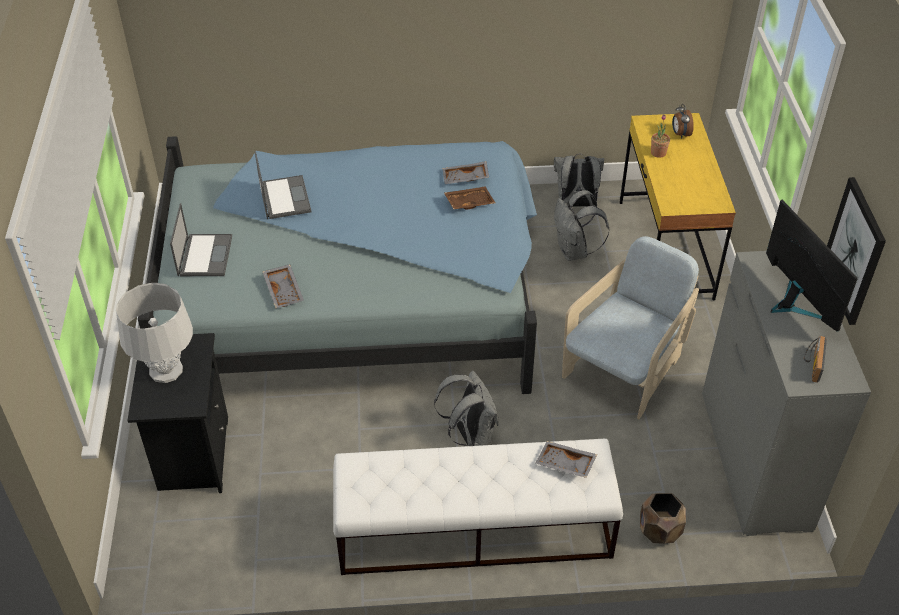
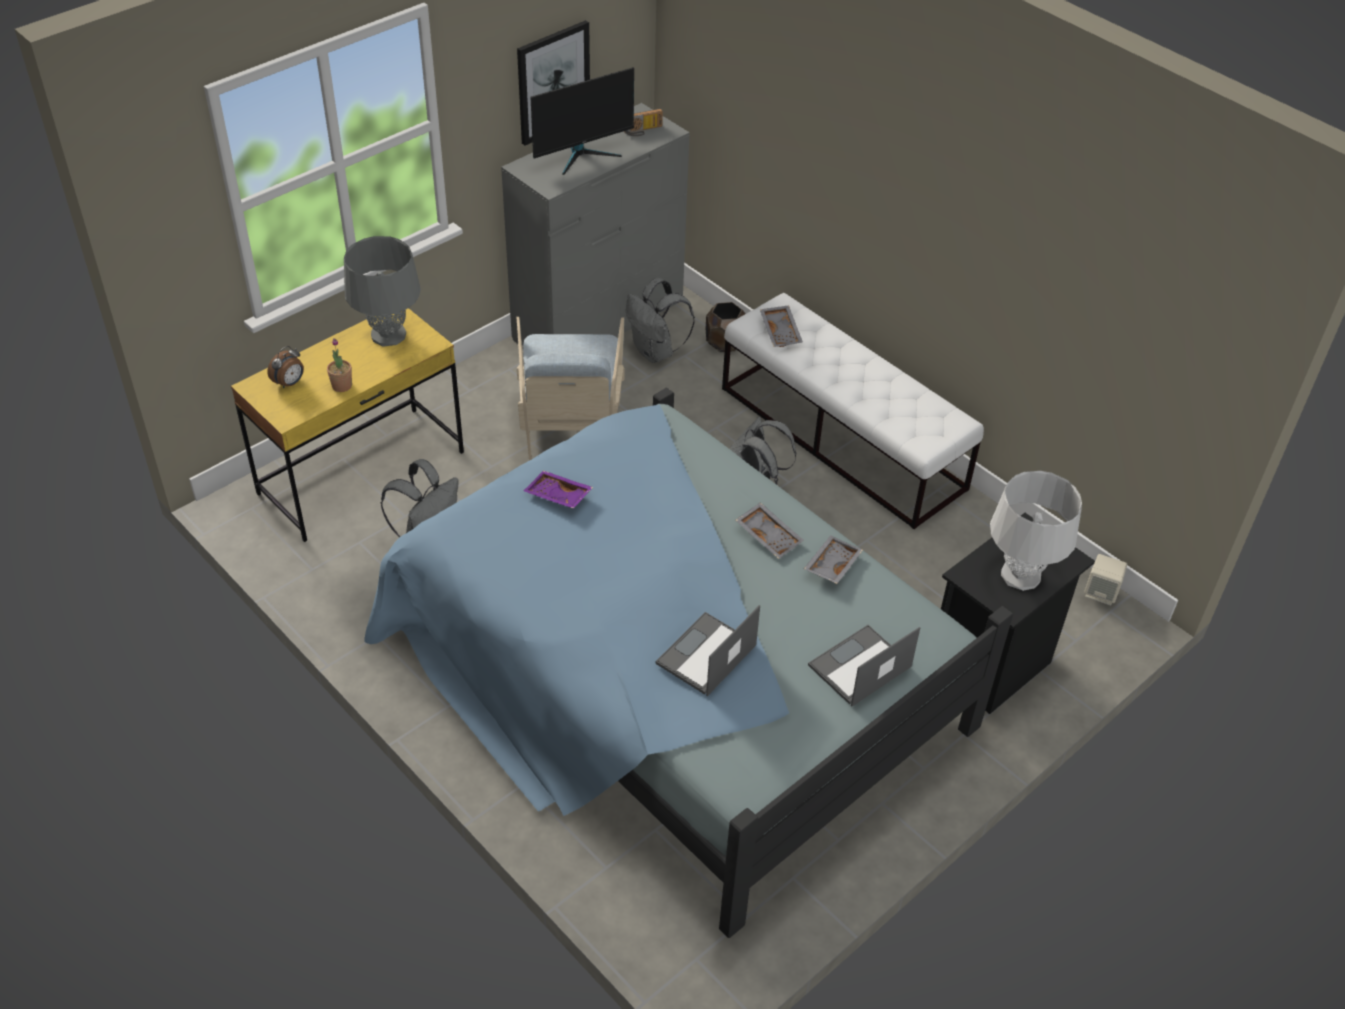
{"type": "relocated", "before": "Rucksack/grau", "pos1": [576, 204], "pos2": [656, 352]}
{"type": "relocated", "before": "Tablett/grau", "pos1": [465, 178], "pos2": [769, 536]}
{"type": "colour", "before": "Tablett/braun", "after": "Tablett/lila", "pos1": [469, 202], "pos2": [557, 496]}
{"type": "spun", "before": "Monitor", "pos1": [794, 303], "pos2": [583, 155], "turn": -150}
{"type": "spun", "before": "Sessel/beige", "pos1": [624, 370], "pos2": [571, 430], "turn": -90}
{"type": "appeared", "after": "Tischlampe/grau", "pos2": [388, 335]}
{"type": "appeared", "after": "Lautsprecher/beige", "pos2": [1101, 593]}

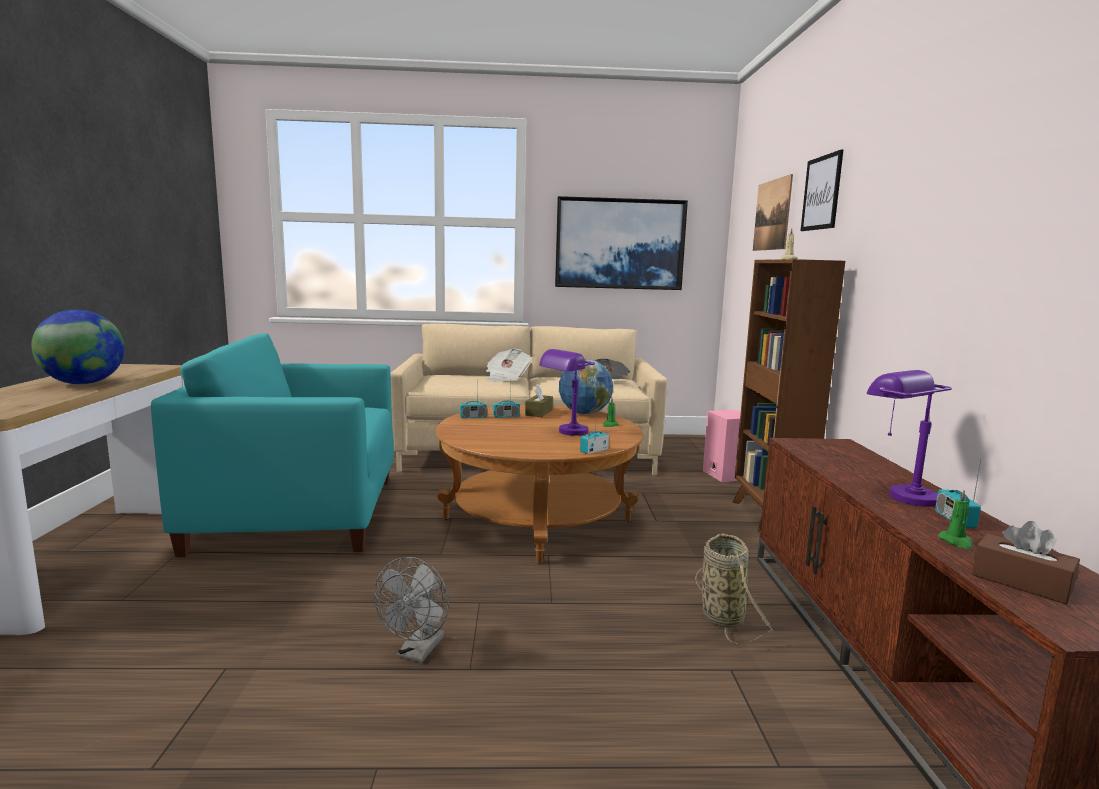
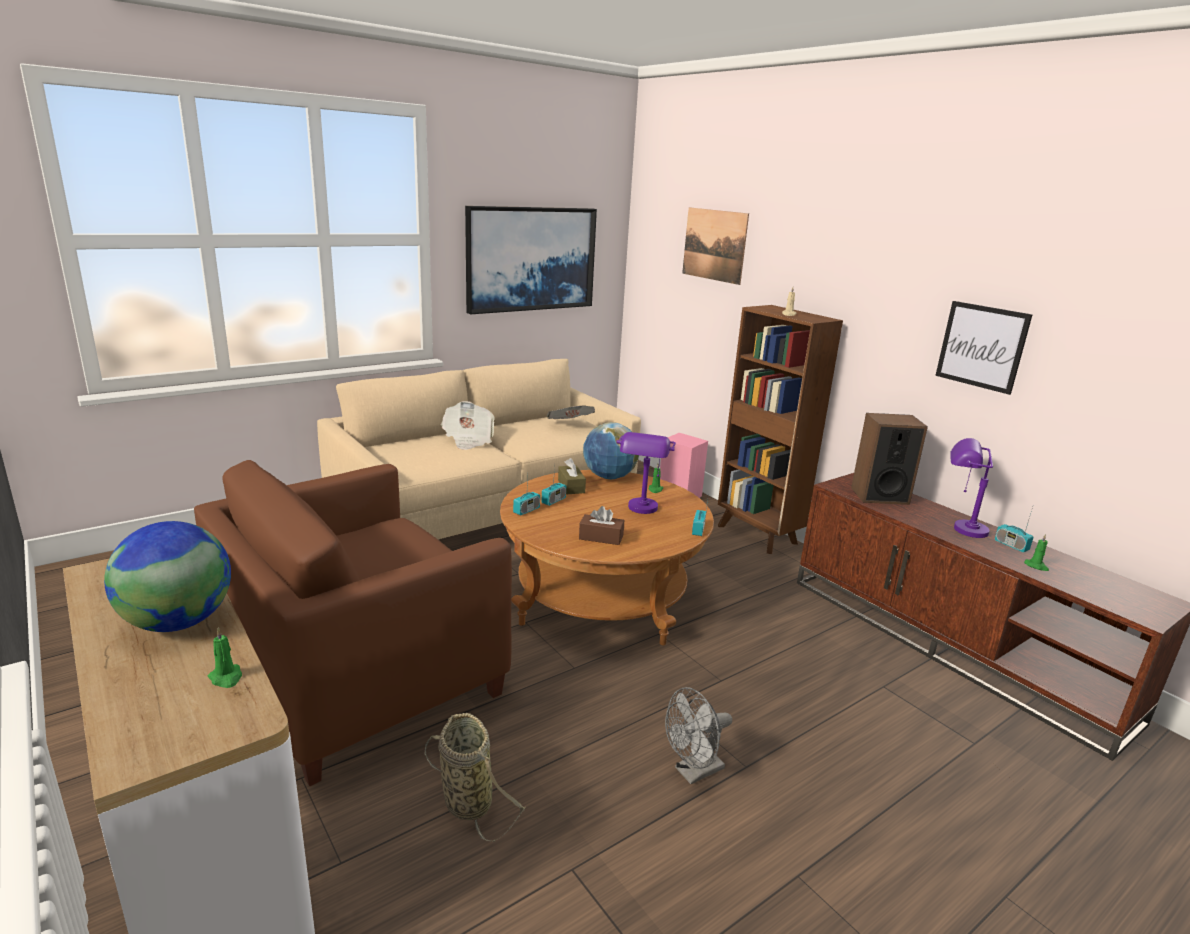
{"type": "relocated", "before": "Bild", "pos1": [821, 193], "pos2": [981, 346]}
{"type": "colour", "before": "Sessel/türkis", "after": "Sessel/braun", "pos1": [298, 514], "pos2": [361, 674]}
{"type": "relocated", "before": "Taschentuchbox/braun", "pos1": [1021, 582], "pos2": [601, 537]}
{"type": "relocated", "before": "Korb", "pos1": [721, 615], "pos2": [465, 799]}
{"type": "spun", "before": "Ventilator/grau", "pos1": [417, 652], "pos2": [693, 772], "turn": 75}
{"type": "appeared", "after": "Lautsprecher", "pos2": [879, 496]}
{"type": "appeared", "after": "Kerze/grün", "pos2": [226, 678]}

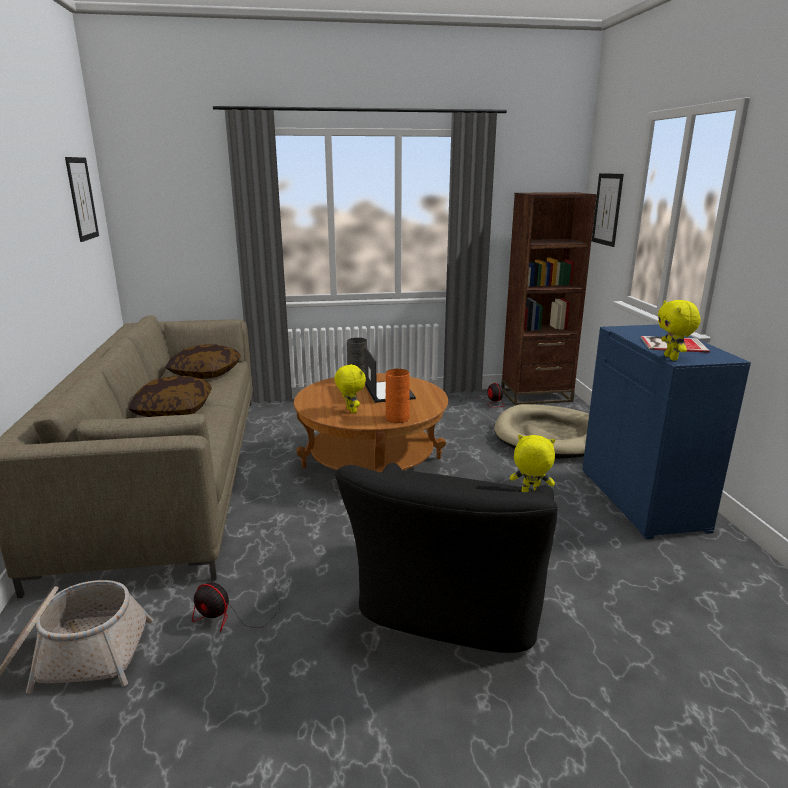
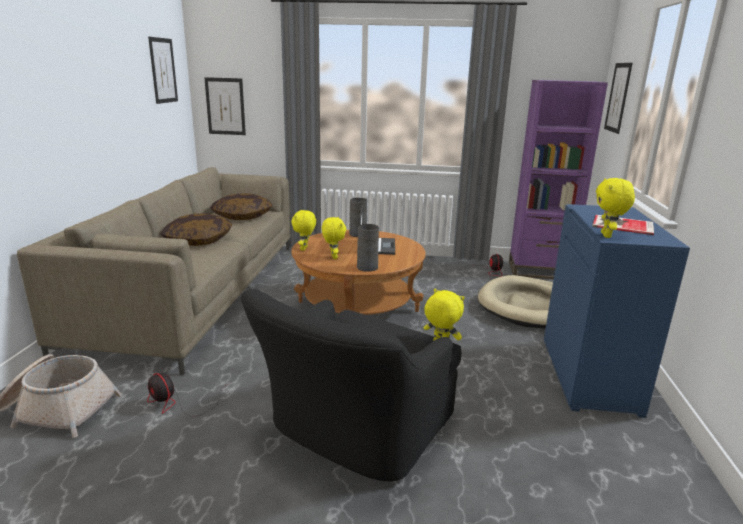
{"type": "colour", "before": "Bücherregal/braun", "after": "Bücherregal/lila", "pos1": [536, 396], "pos2": [539, 271]}
{"type": "colour", "before": "Vase/orange", "after": "Vase/grau", "pos1": [396, 418], "pos2": [367, 267]}
{"type": "appeared", "after": "Bild", "pos2": [225, 106]}
{"type": "appeared", "after": "Plüschtier/gelb", "pos2": [304, 248]}

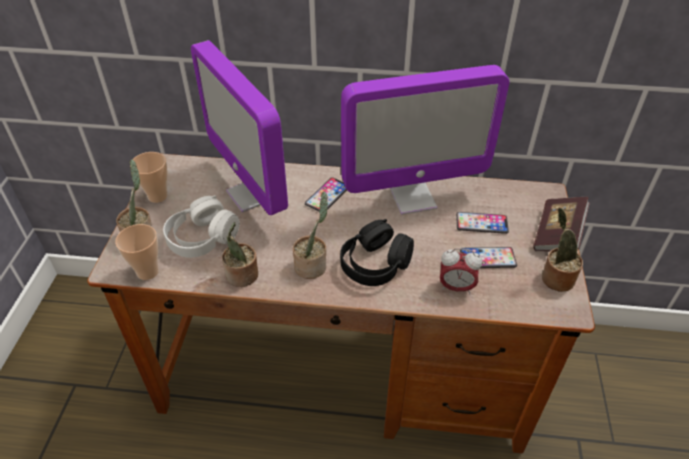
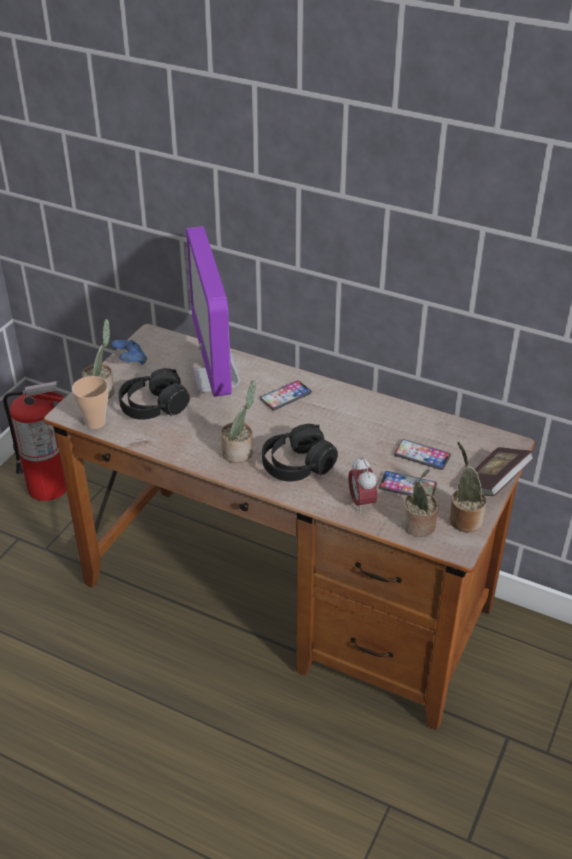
{"type": "missing", "before": "Monitor", "pos1": [412, 198]}
{"type": "exchanged", "before": "Tasse", "after": "Gamepad/blau", "pos1": [157, 196], "pos2": [130, 361]}
{"type": "colour", "before": "Kopfhörer/weiß", "after": "Kopfhörer/schwarz", "pos1": [202, 238], "pos2": [153, 406]}
{"type": "relocated", "before": "Topfpflanze", "pos1": [242, 276], "pos2": [418, 526]}
{"type": "spun", "before": "Wecker", "pos1": [456, 287], "pos2": [361, 502], "turn": 45}
{"type": "appeared", "after": "Feuerlöscher", "pos2": [49, 487]}

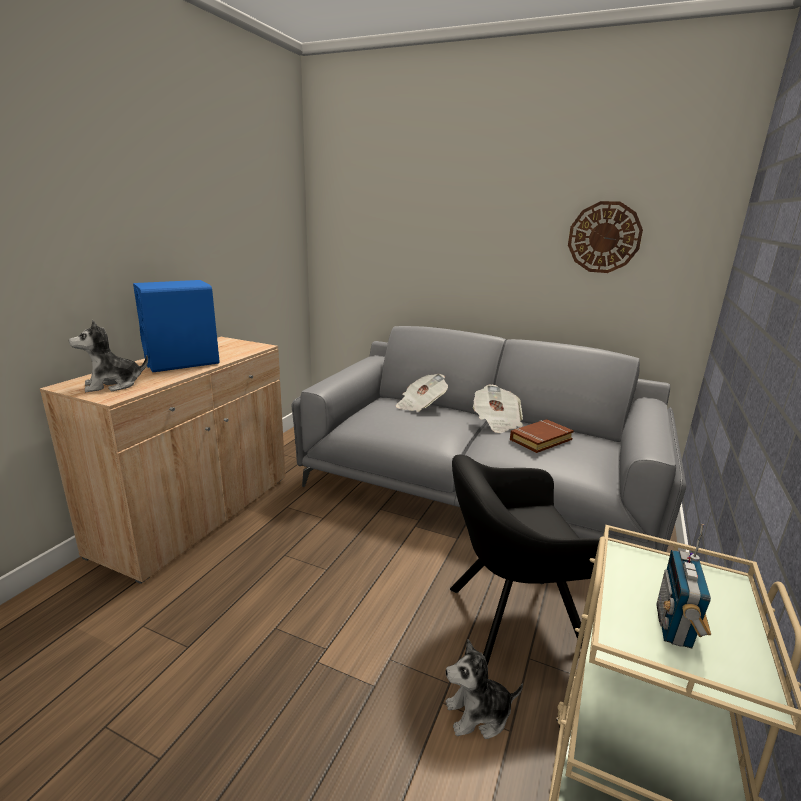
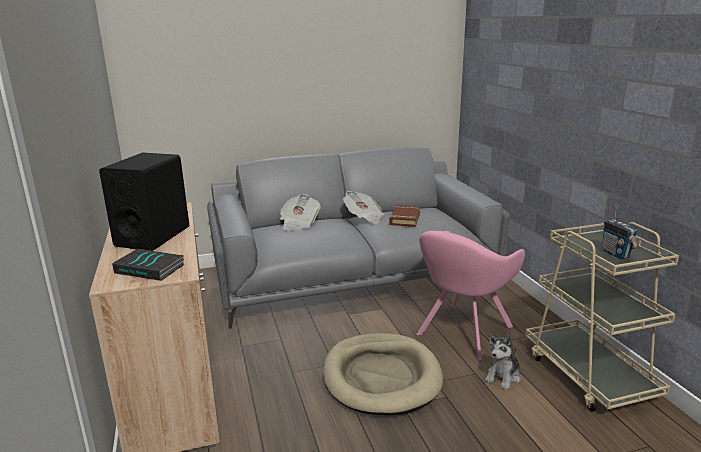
{"type": "missing", "before": "Wanduhr", "pos1": [604, 237]}
{"type": "colour", "before": "Lautsprecher/blau", "after": "Lautsprecher/schwarz", "pos1": [182, 362], "pos2": [153, 236]}
{"type": "exchanged", "before": "Plüschtier", "after": "Buch", "pos1": [113, 385], "pos2": [151, 268]}
{"type": "colour", "before": "Sessel/schwarz", "after": "Sessel/rosa", "pos1": [508, 620], "pos2": [462, 333]}
{"type": "appeared", "after": "Hundebett/beige", "pos2": [381, 377]}

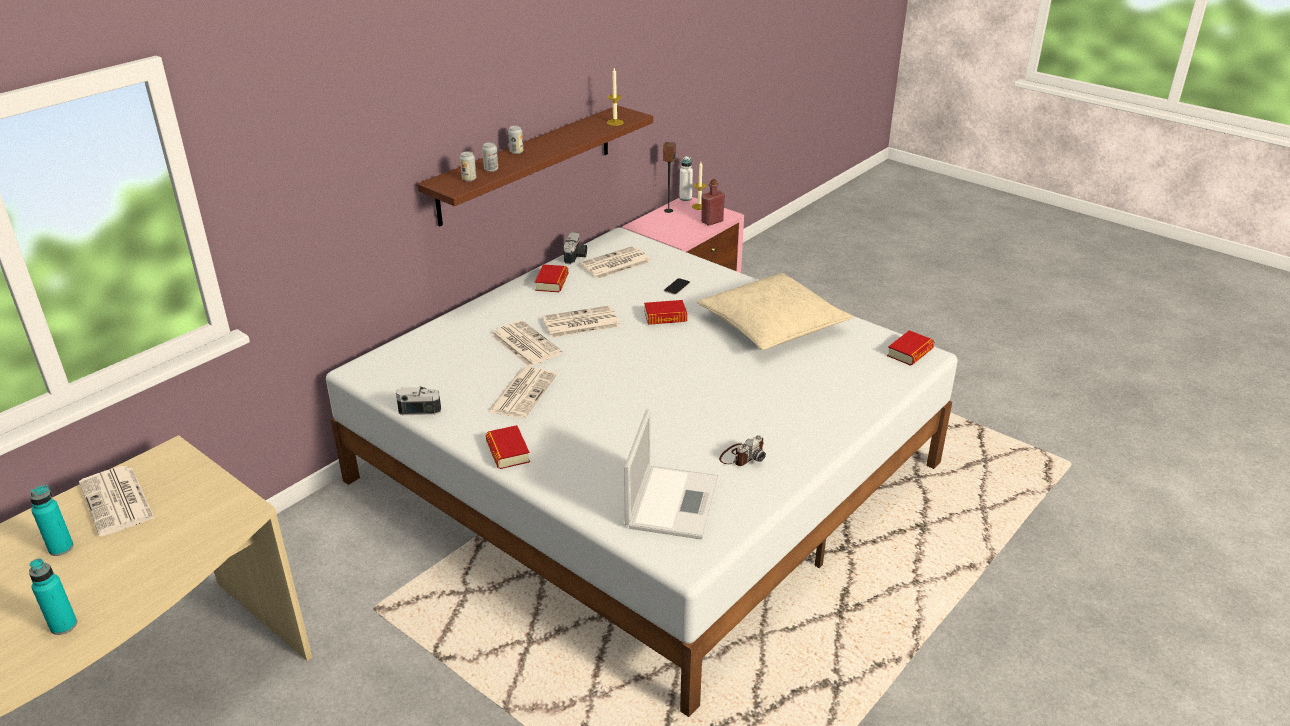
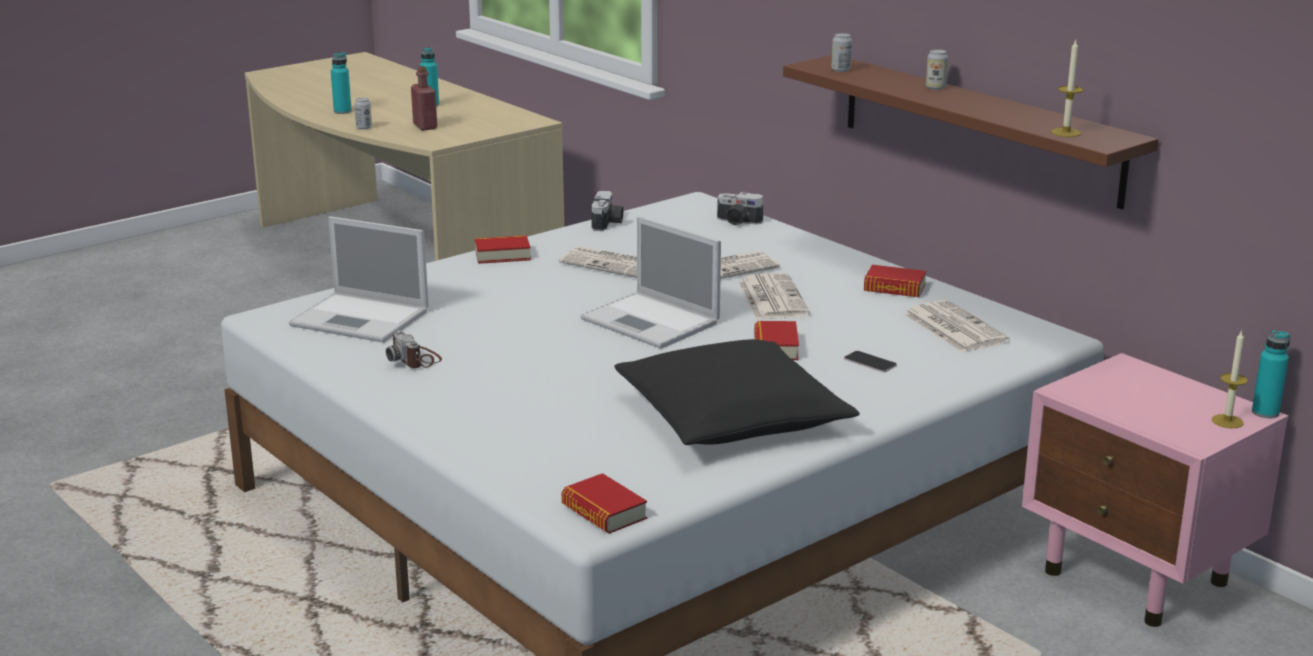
{"type": "relocated", "before": "Dose", "pos1": [491, 169], "pos2": [364, 127]}
{"type": "missing", "before": "Lautsprecher", "pos1": [668, 210]}
{"type": "colour", "before": "Flasche/weiß", "after": "Flasche/türkis", "pos1": [685, 198], "pos2": [1265, 413]}
{"type": "relocated", "before": "Flasche/rot", "pos1": [712, 221], "pos2": [425, 126]}
{"type": "relocated", "before": "Kamera", "pos1": [576, 257], "pos2": [738, 222]}
{"type": "colour", "before": "Kissen/beige", "after": "Kissen/schwarz", "pos1": [772, 324], "pos2": [731, 416]}
{"type": "missing", "before": "Zeitung", "pos1": [118, 501]}
{"type": "appeared", "after": "Laptop", "pos2": [652, 322]}

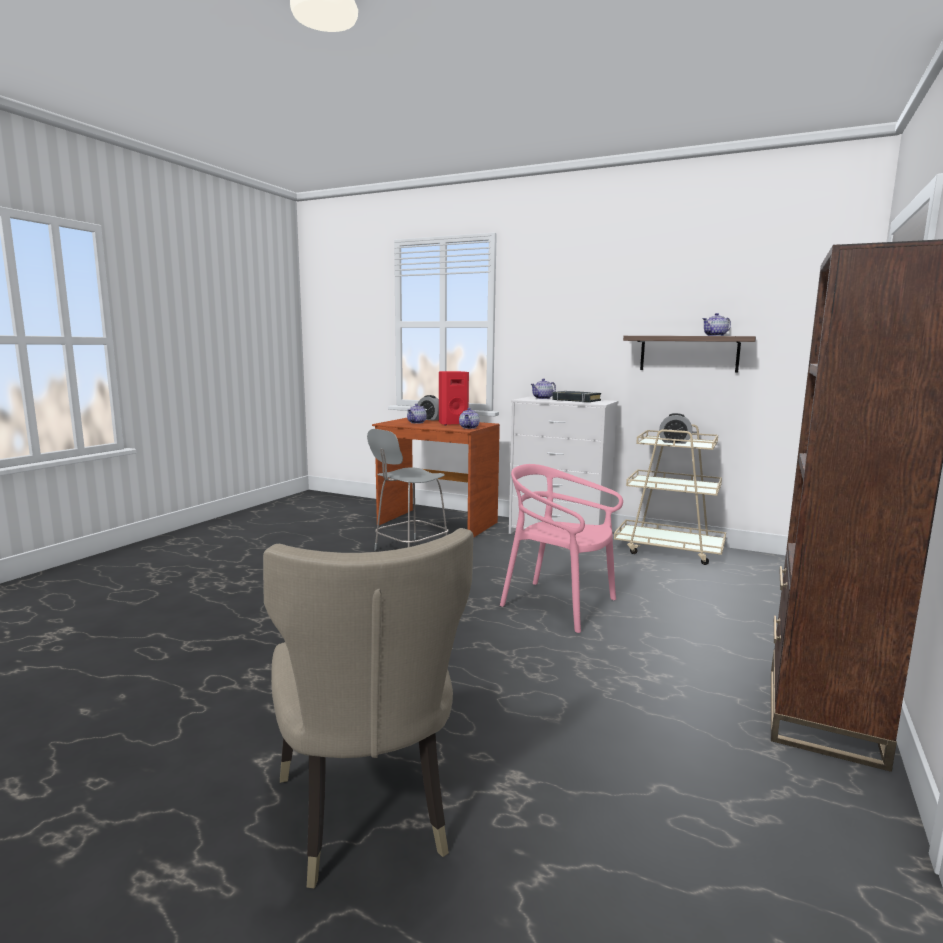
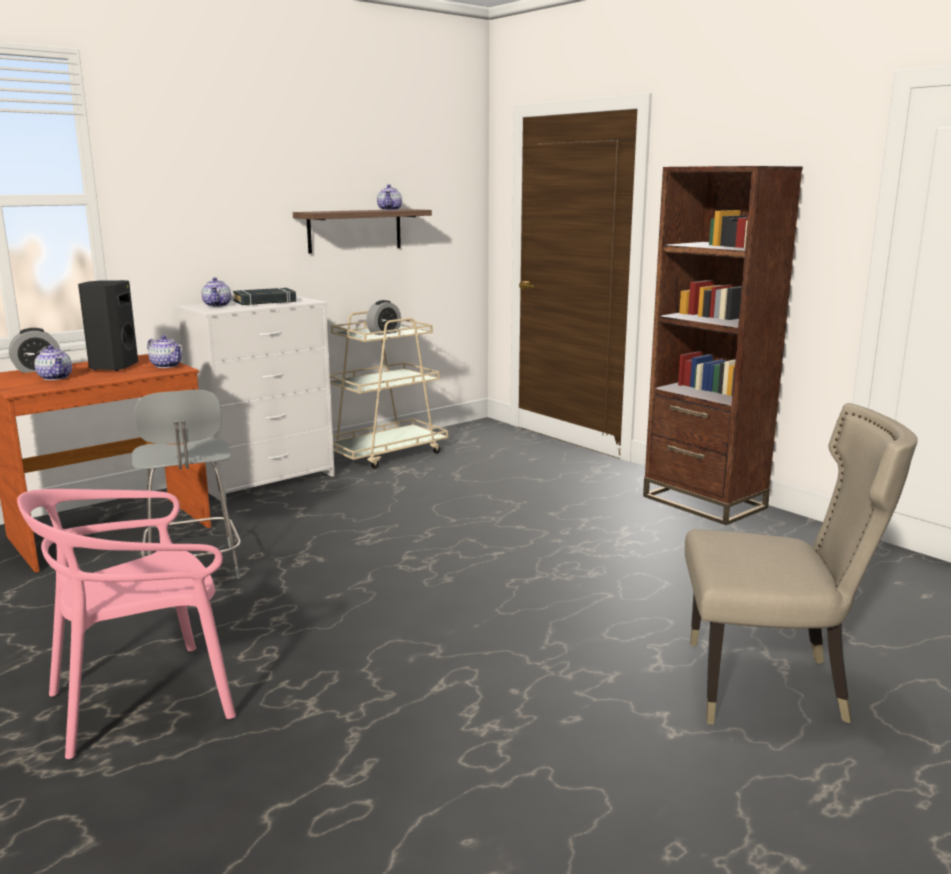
{"type": "colour", "before": "Lautsprecher/rot", "after": "Lautsprecher/schwarz", "pos1": [452, 424], "pos2": [112, 367]}
{"type": "relocated", "before": "Stuhl/rosa", "pos1": [558, 605], "pos2": [142, 701]}

